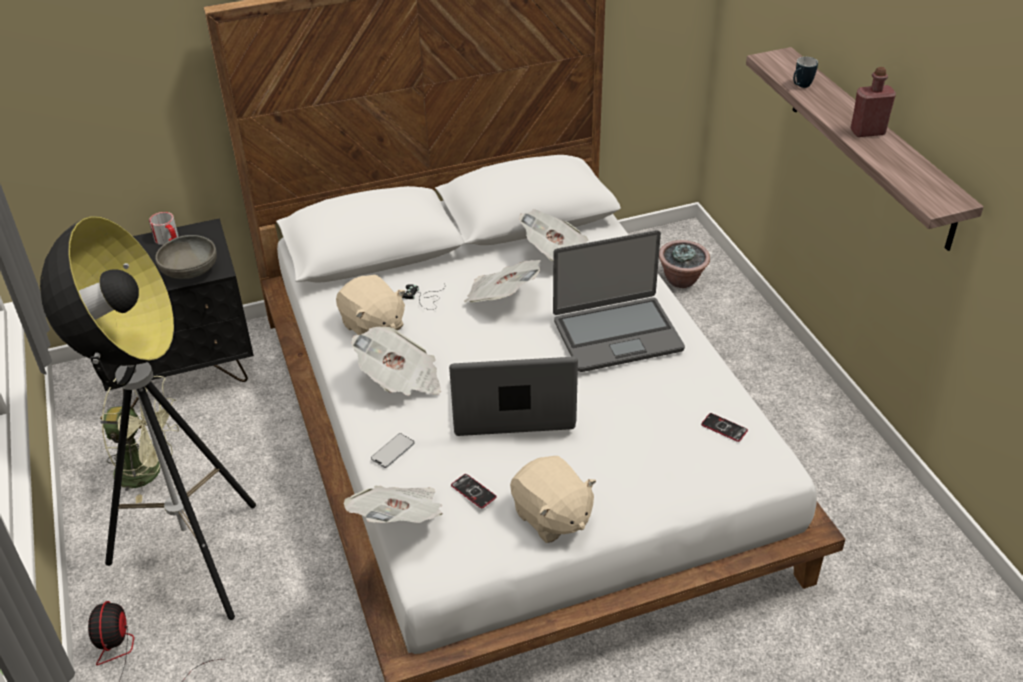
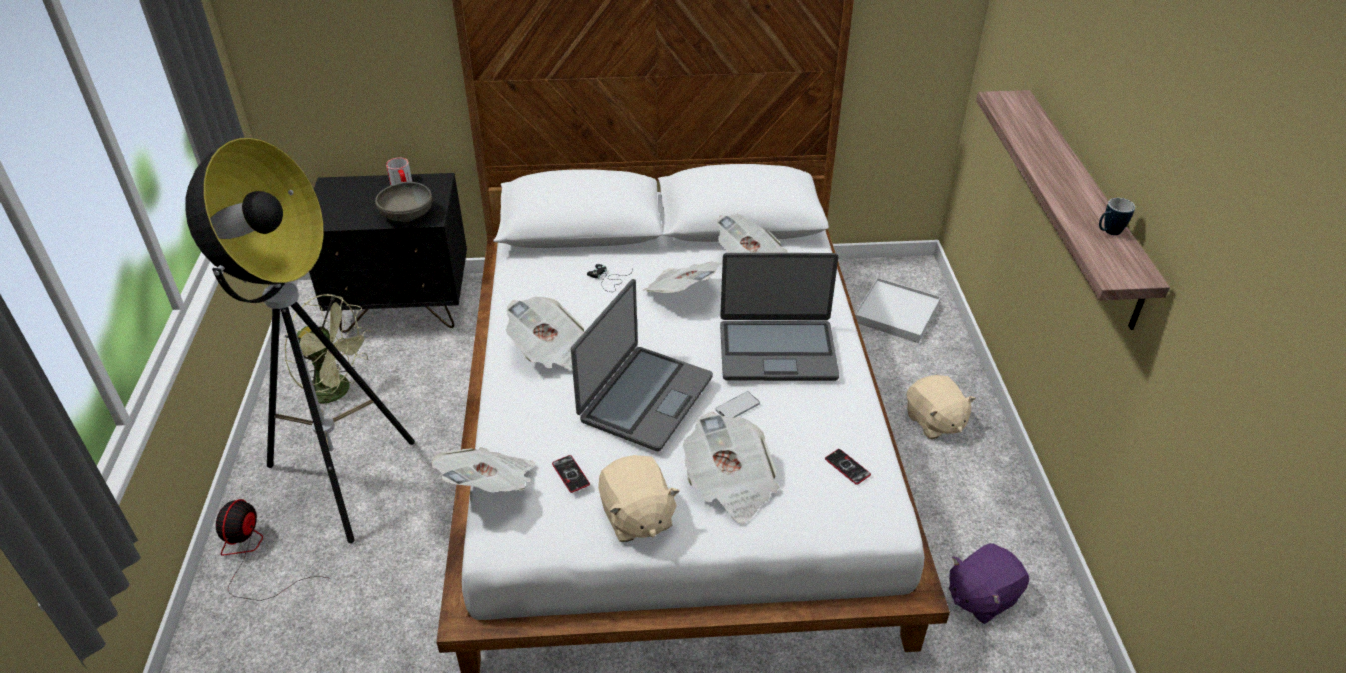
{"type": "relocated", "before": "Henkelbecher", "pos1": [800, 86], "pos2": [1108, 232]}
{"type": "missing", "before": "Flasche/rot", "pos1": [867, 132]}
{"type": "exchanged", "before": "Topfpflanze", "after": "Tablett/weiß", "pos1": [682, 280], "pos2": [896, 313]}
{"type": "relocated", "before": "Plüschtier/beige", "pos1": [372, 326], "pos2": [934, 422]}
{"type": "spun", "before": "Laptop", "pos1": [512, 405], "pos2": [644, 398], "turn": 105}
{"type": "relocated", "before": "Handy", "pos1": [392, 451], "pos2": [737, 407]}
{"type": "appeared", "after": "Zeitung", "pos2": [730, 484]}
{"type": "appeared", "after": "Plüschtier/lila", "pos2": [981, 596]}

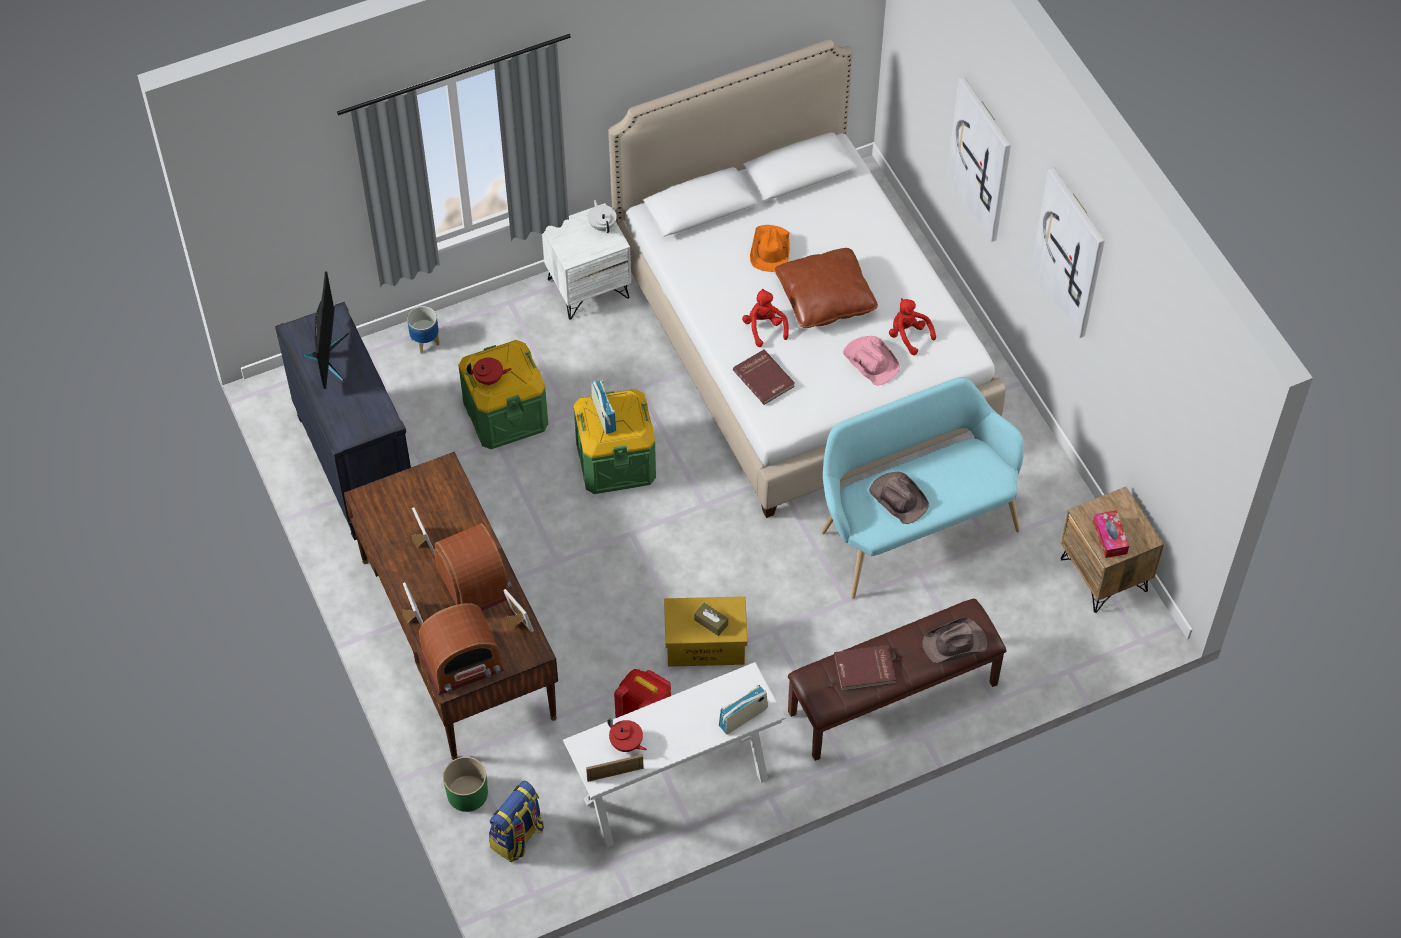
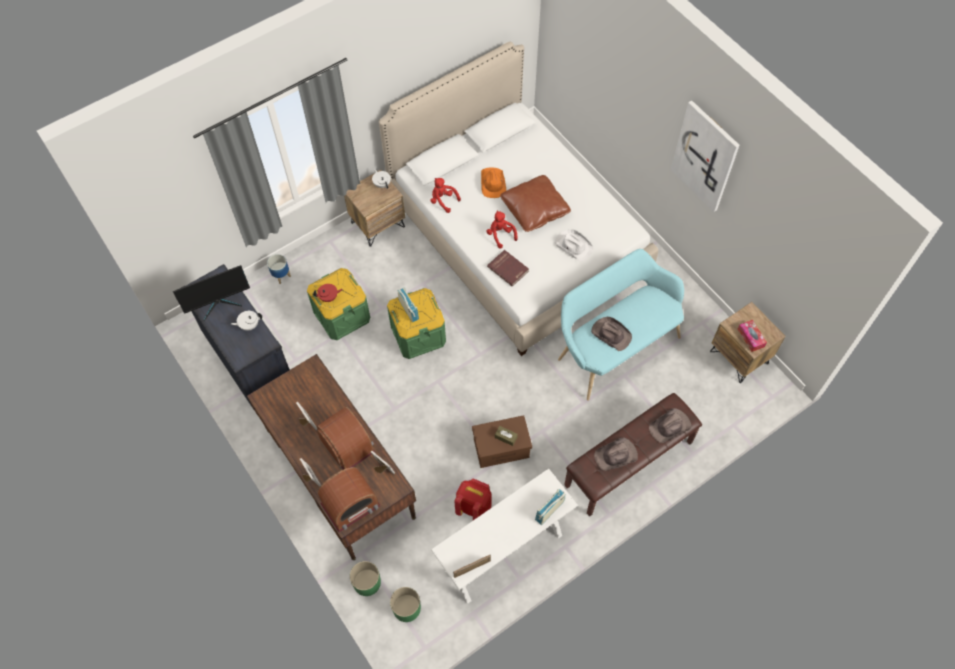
{"type": "missing", "before": "Bild", "pos1": [981, 159]}
{"type": "colour", "before": "Nachttisch/weiß", "after": "Nachttisch/braun", "pos1": [588, 288], "pos2": [377, 224]}
{"type": "spun", "before": "Monitor", "pos1": [328, 356], "pos2": [219, 303], "turn": 75}
{"type": "relocated", "before": "Plüschtier/rot", "pos1": [908, 335], "pos2": [443, 201]}
{"type": "colour", "before": "Hut/rosa", "after": "Hut/weiß", "pos1": [871, 360], "pos2": [573, 246]}
{"type": "colour", "before": "Aufbewahrungsbox/gelb", "after": "Aufbewahrungsbox/braun", "pos1": [704, 645], "pos2": [501, 449]}
{"type": "exchanged", "before": "Buch/rot", "after": "Hut/braun", "pos1": [864, 670], "pos2": [616, 456]}
{"type": "missing", "before": "Teekanne/rot", "pos1": [626, 744]}
{"type": "exchanged", "before": "Rucksack", "after": "Pflanzkübel/grün", "pos1": [517, 837], "pos2": [406, 608]}
{"type": "appeared", "after": "Teekanne/weiß", "pos2": [249, 325]}

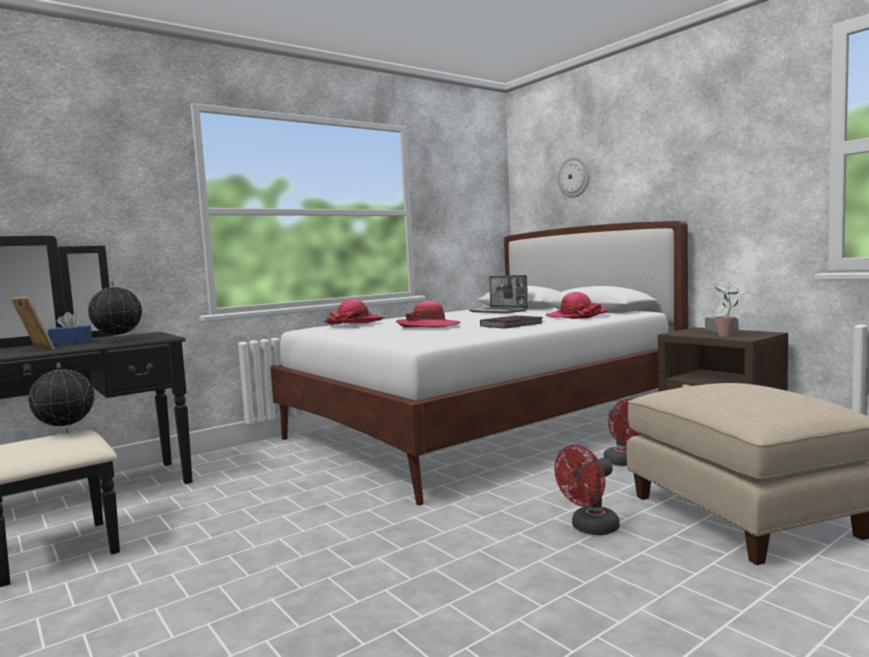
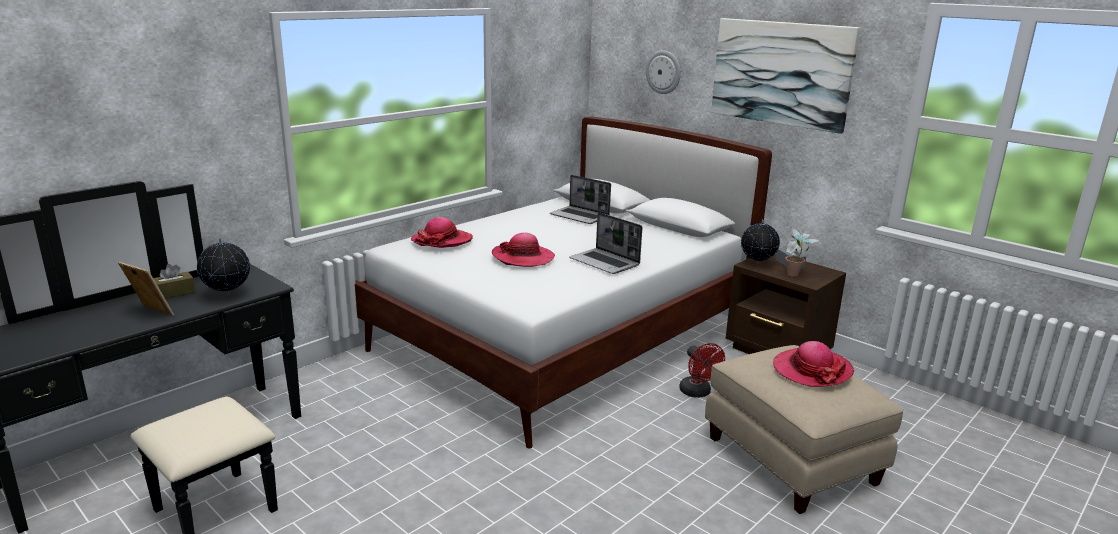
{"type": "relocated", "before": "Hut", "pos1": [576, 316], "pos2": [811, 370]}
{"type": "colour", "before": "Taschentuchbox/blau", "after": "Taschentuchbox/braun", "pos1": [71, 342], "pos2": [173, 293]}
{"type": "exchanged", "before": "Buch/braun", "after": "Laptop", "pos1": [512, 325], "pos2": [605, 263]}
{"type": "relocated", "before": "Globus", "pos1": [66, 433], "pos2": [757, 264]}
{"type": "missing", "before": "Ventilator/rot", "pos1": [590, 529]}
{"type": "appeared", "after": "Bild", "pos2": [781, 73]}

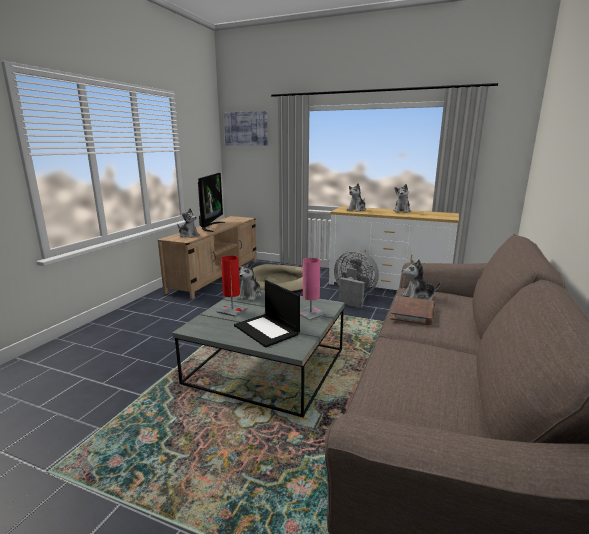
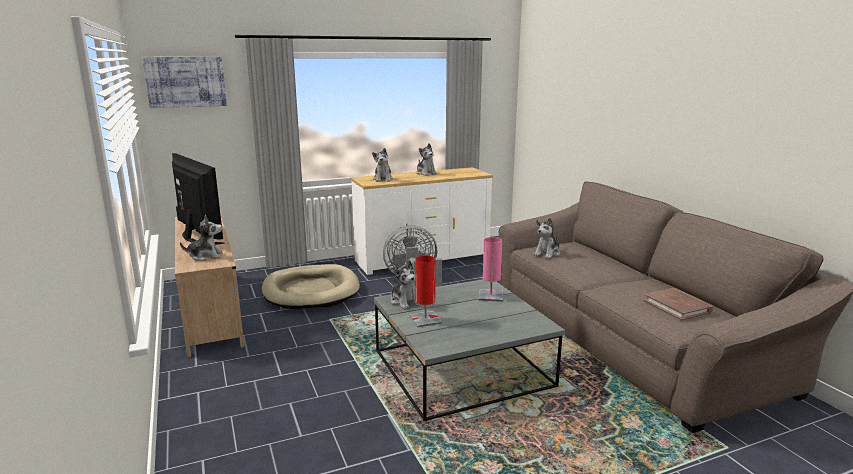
{"type": "missing", "before": "Laptop", "pos1": [267, 330]}
{"type": "relocated", "before": "Buch/braun", "pos1": [413, 313], "pos2": [677, 306]}

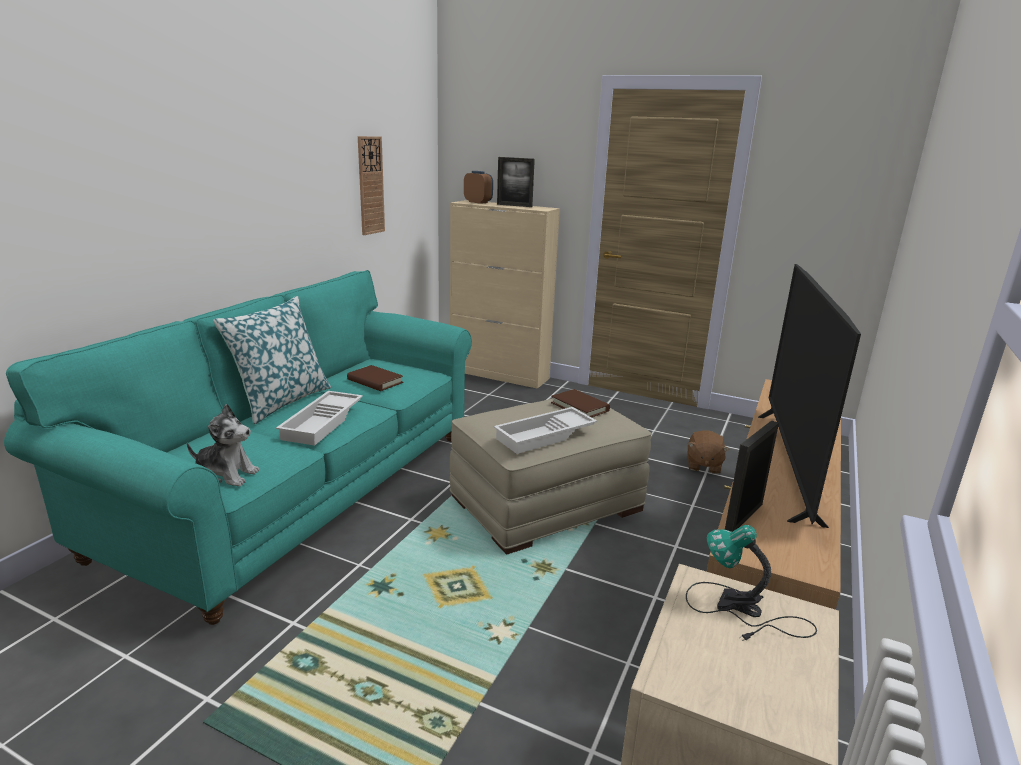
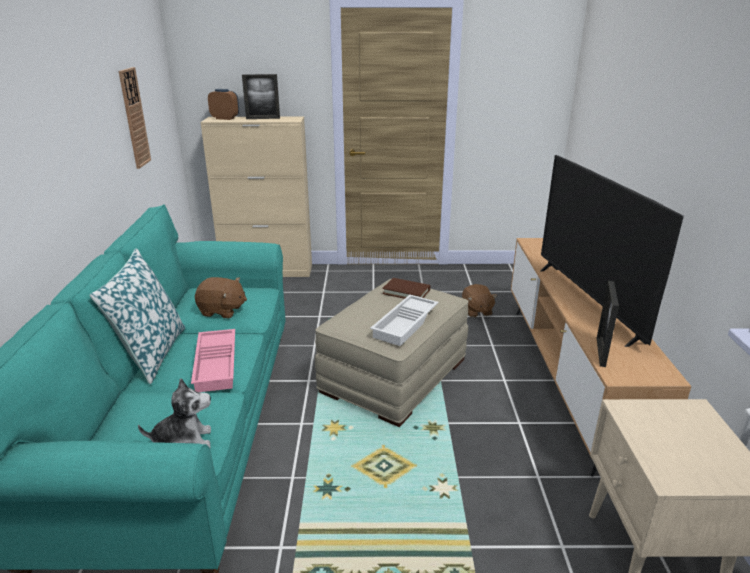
{"type": "exchanged", "before": "Buch/braun", "after": "Plüschtier/braun", "pos1": [375, 381], "pos2": [222, 311]}
{"type": "colour", "before": "Tablett/weiß", "after": "Tablett/rosa", "pos1": [323, 423], "pos2": [217, 364]}
{"type": "missing", "before": "Tischlampe", "pos1": [743, 611]}

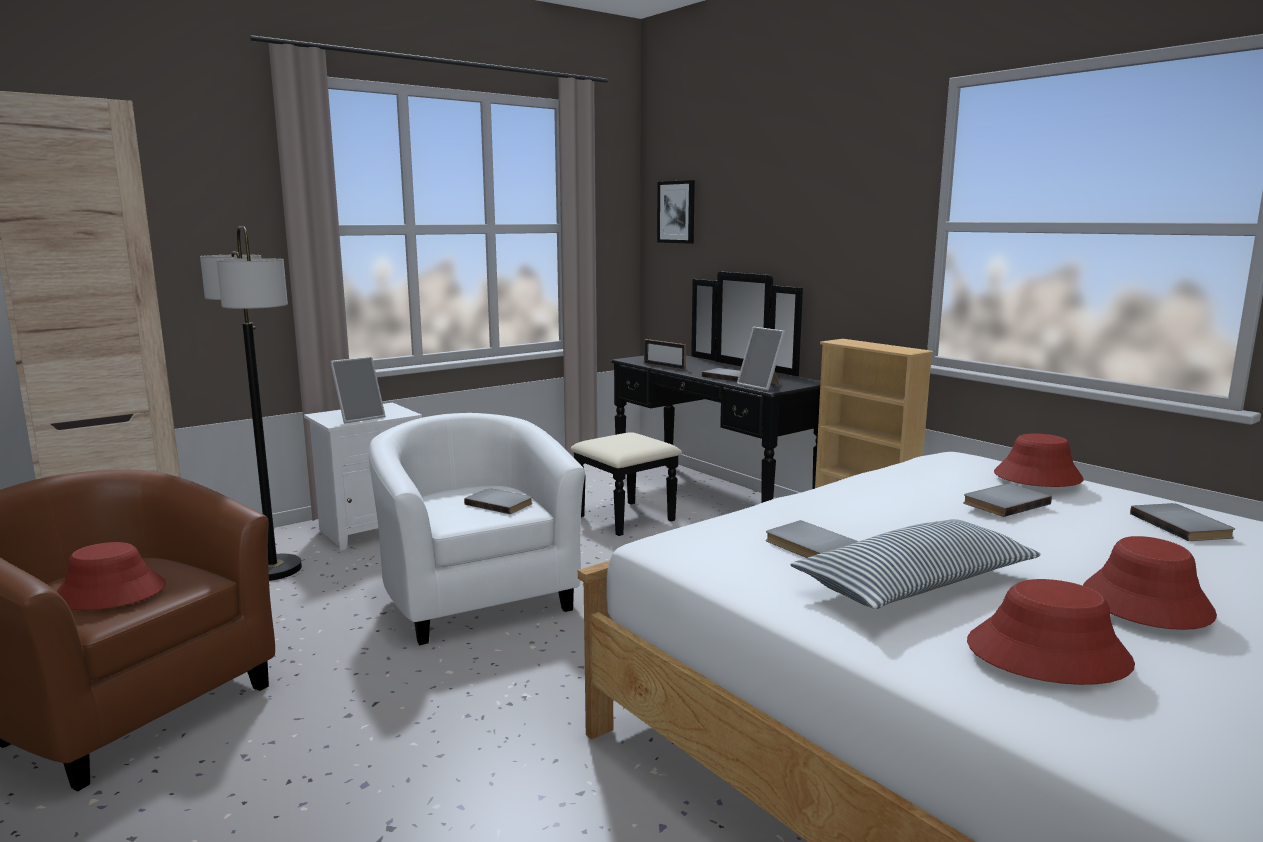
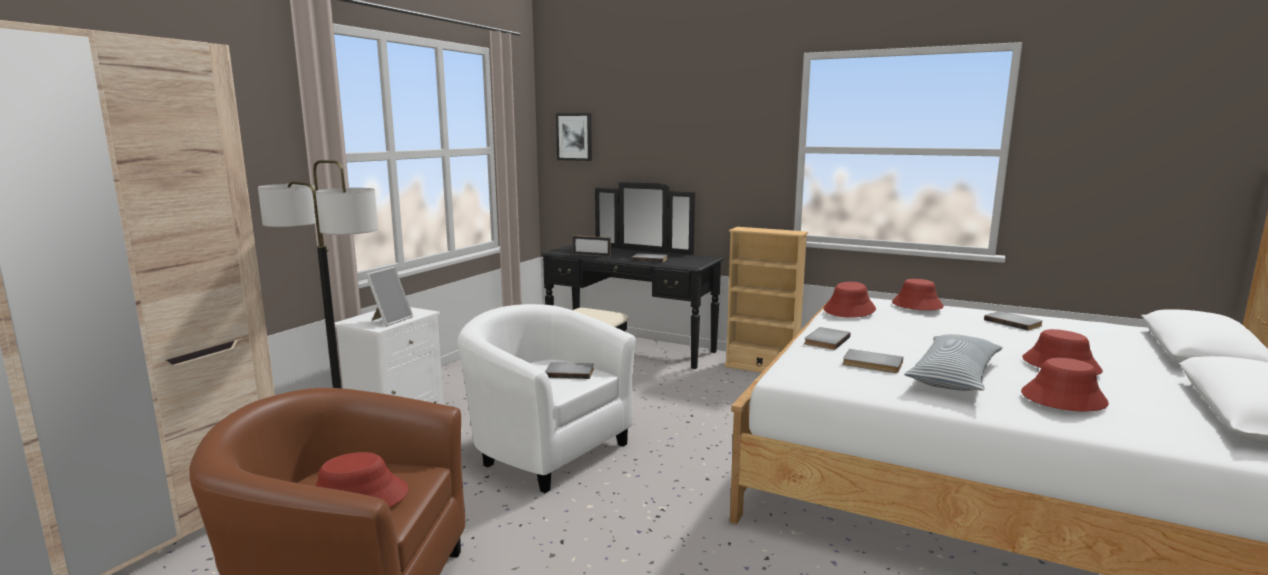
{"type": "missing", "before": "Bilderrahmen", "pos1": [762, 386]}
{"type": "relocated", "before": "Buch/grau", "pos1": [1003, 503], "pos2": [825, 340]}
{"type": "appeared", "after": "Hut/rot", "pos2": [849, 309]}

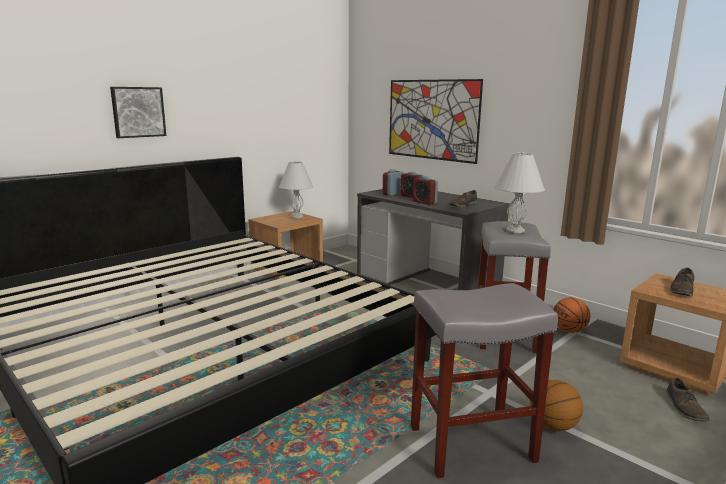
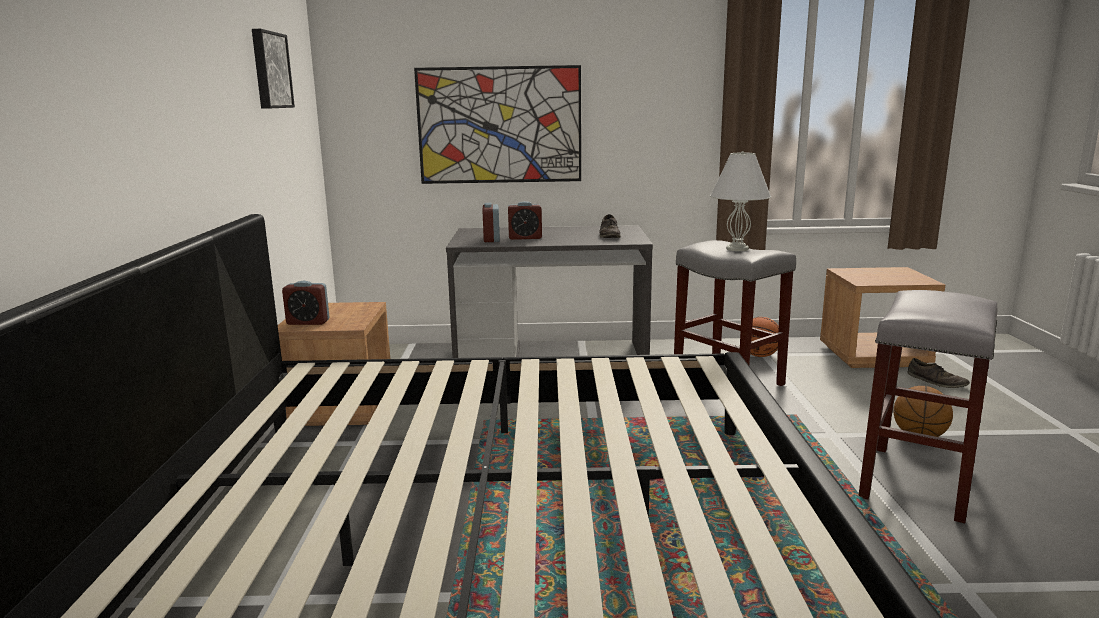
{"type": "relocated", "before": "Bild", "pos1": [138, 112], "pos2": [270, 70]}
{"type": "missing", "before": "Tischlampe/weiß", "pos1": [296, 216]}
{"type": "relocated", "before": "Wecker", "pos1": [424, 202], "pos2": [308, 322]}
{"type": "missing", "before": "Schuh/braun", "pos1": [682, 290]}

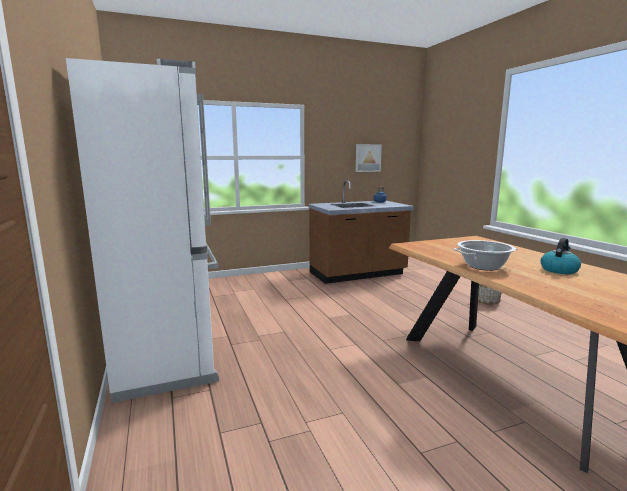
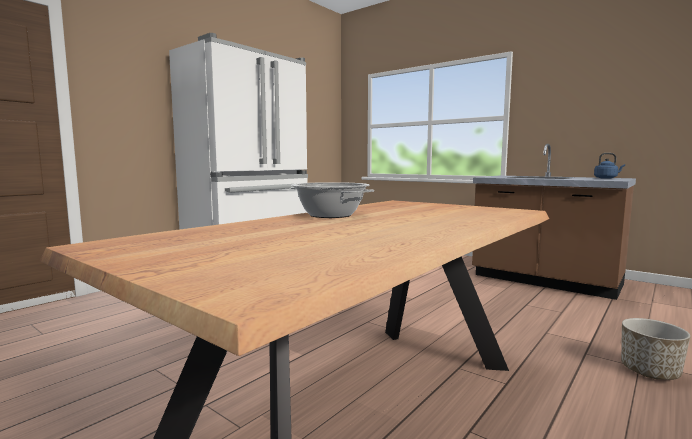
{"type": "missing", "before": "Bild", "pos1": [367, 158]}
{"type": "missing", "before": "Wasserkessel", "pos1": [559, 270]}

